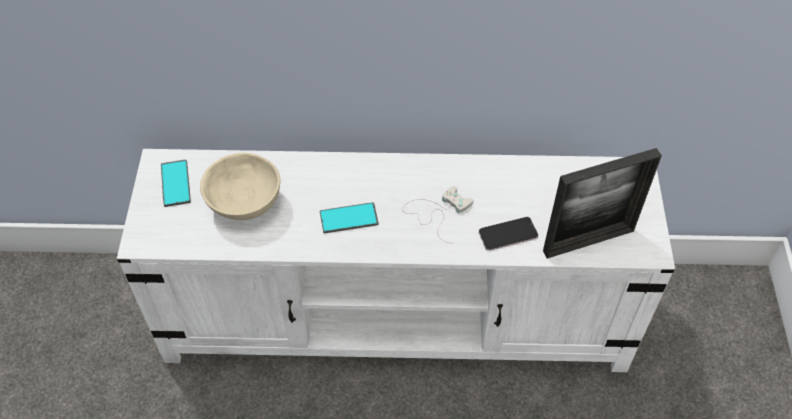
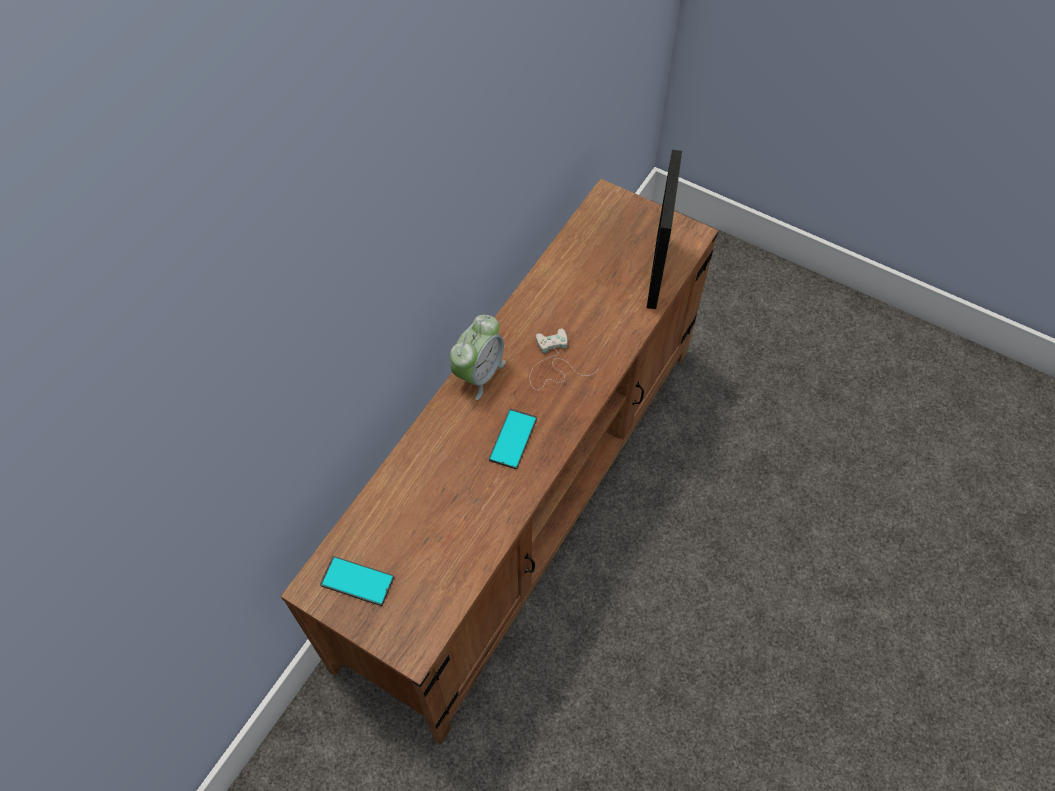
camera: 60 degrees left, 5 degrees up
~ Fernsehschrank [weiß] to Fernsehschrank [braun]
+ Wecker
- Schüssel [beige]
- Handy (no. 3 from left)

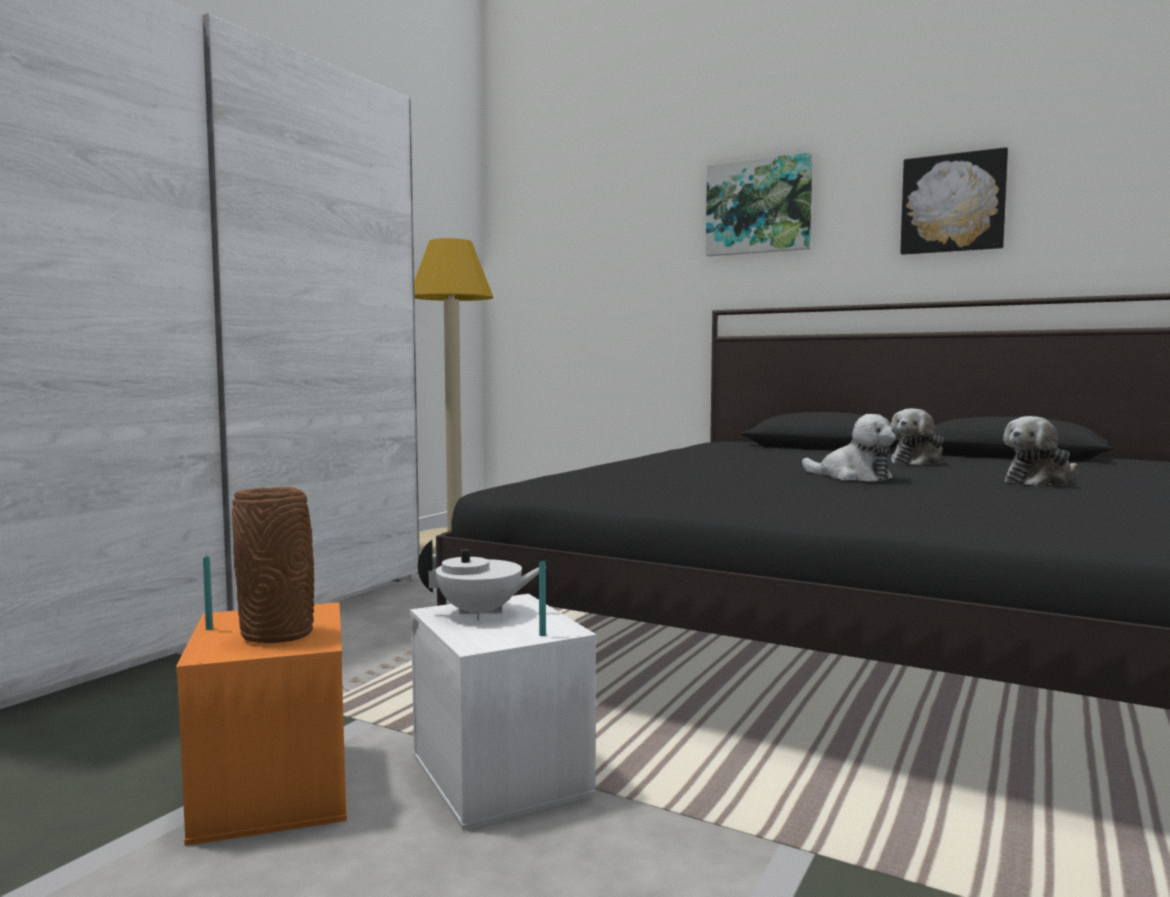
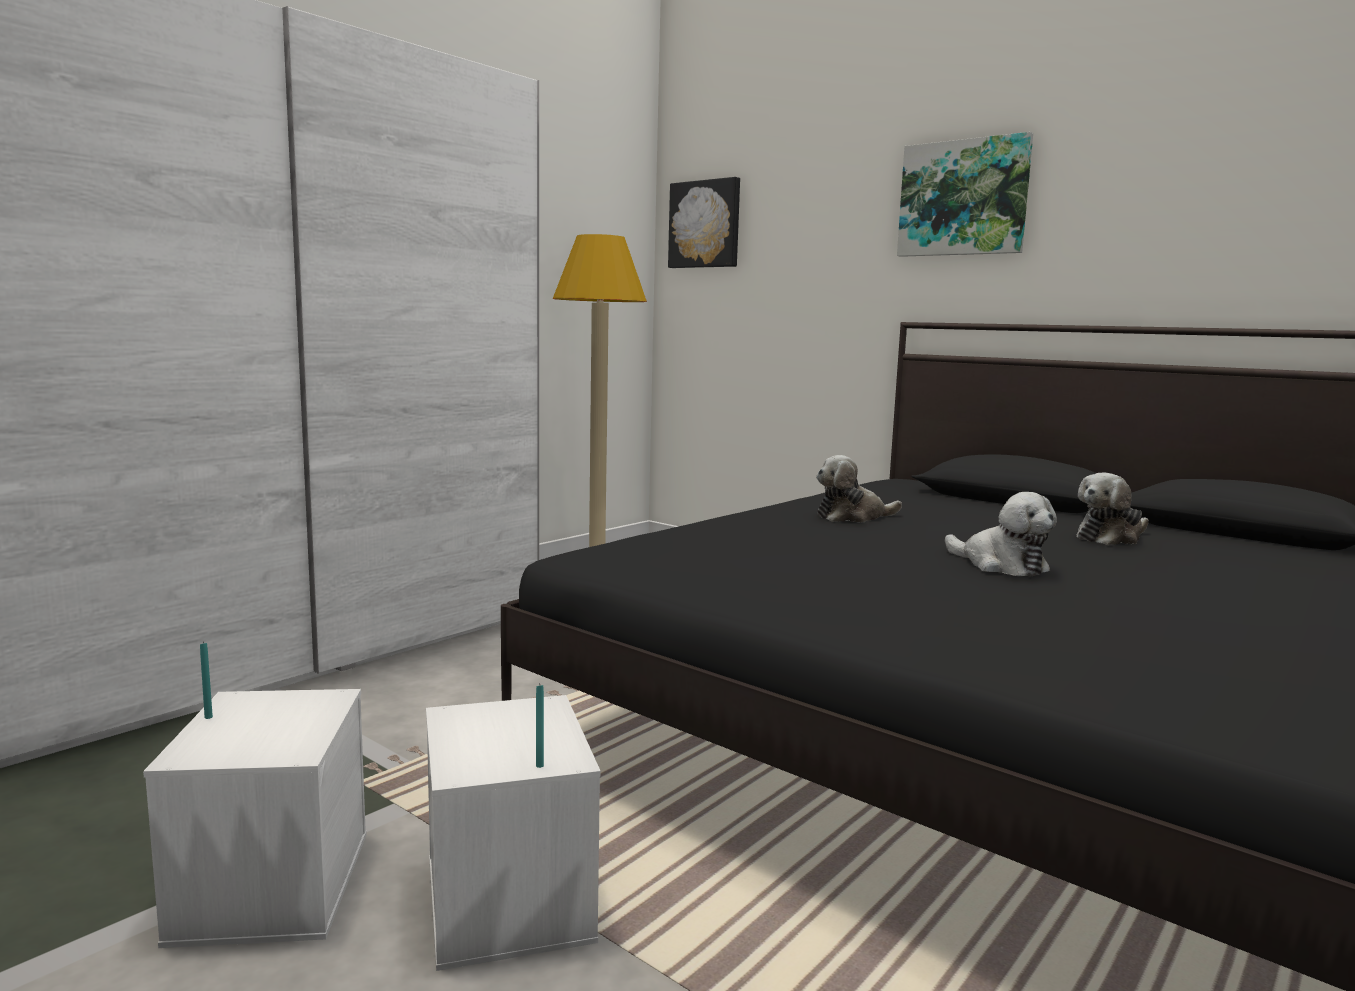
camera: 10 degrees right, 5 degrees up
~ Aufbewahrungsbox [orange] to Aufbewahrungsbox [weiß] (no. 1 from left)
~ Bild (no. 2 from left in the first image) to Bild (no. 1 from left)
~ Plüschtier (no. 3 from left in the first image) to Plüschtier (no. 1 from left)
- Vase [braun]
- Teekanne [weiß]

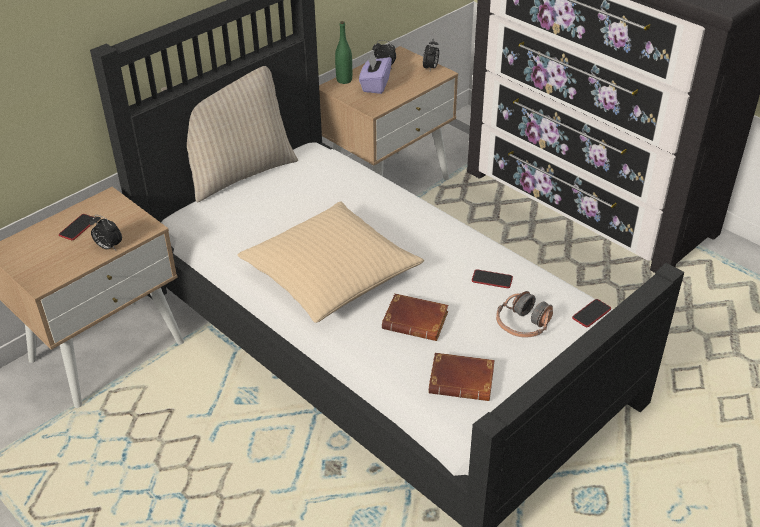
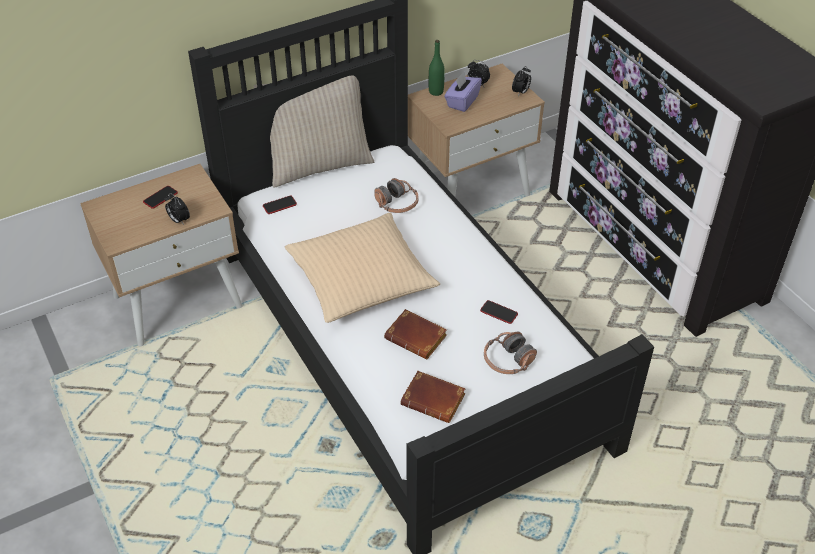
camera: 15 degrees right, 5 degrees up
~ Handy (no. 3 from left in the first image) to Handy (no. 2 from left)
+ Kopfhörer (no. 1 from left)

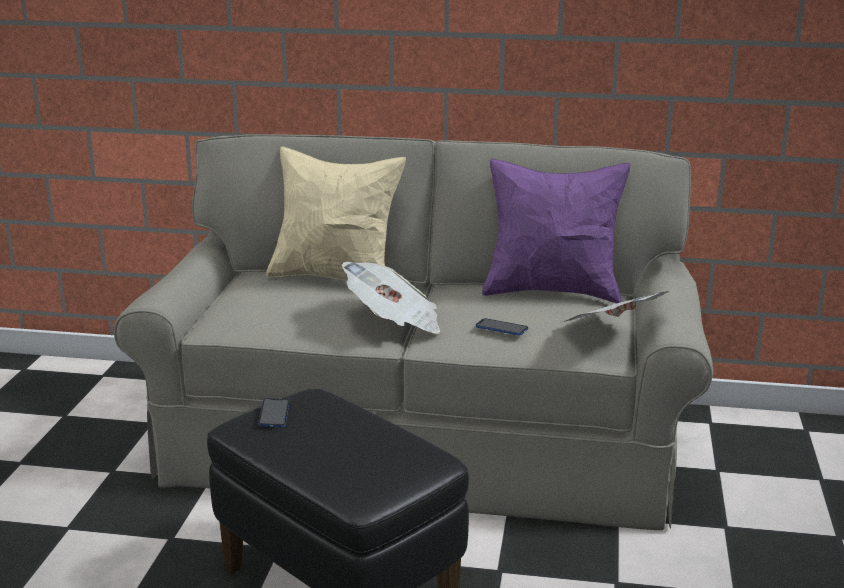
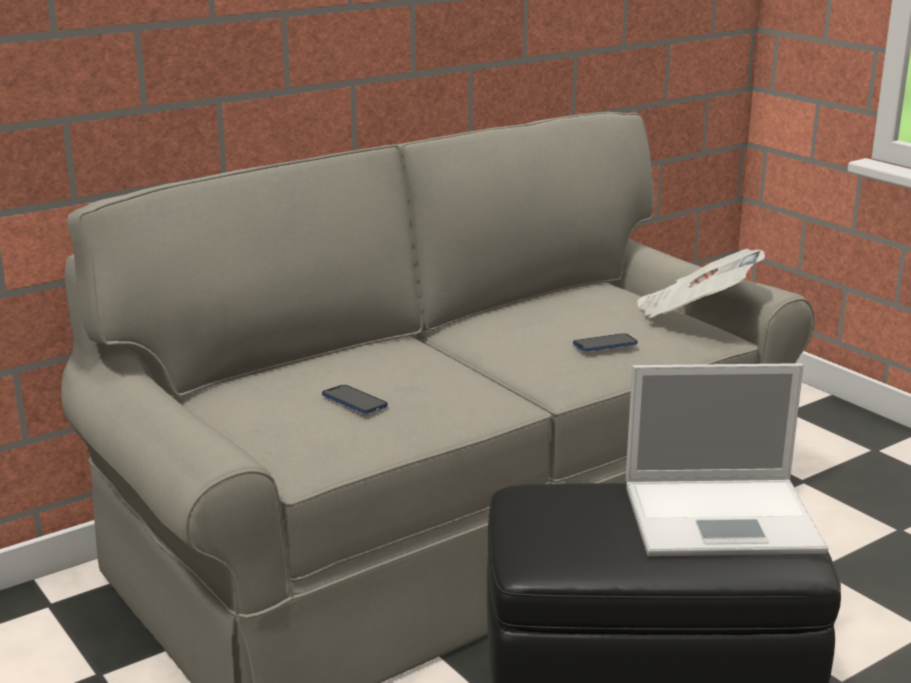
camera: 45 degrees left, 0 degrees up
~ Handy (no. 1 from left)
+ Laptop
- Kissen [beige]
- Zeitung (no. 1 from left)
- Kissen [lila]

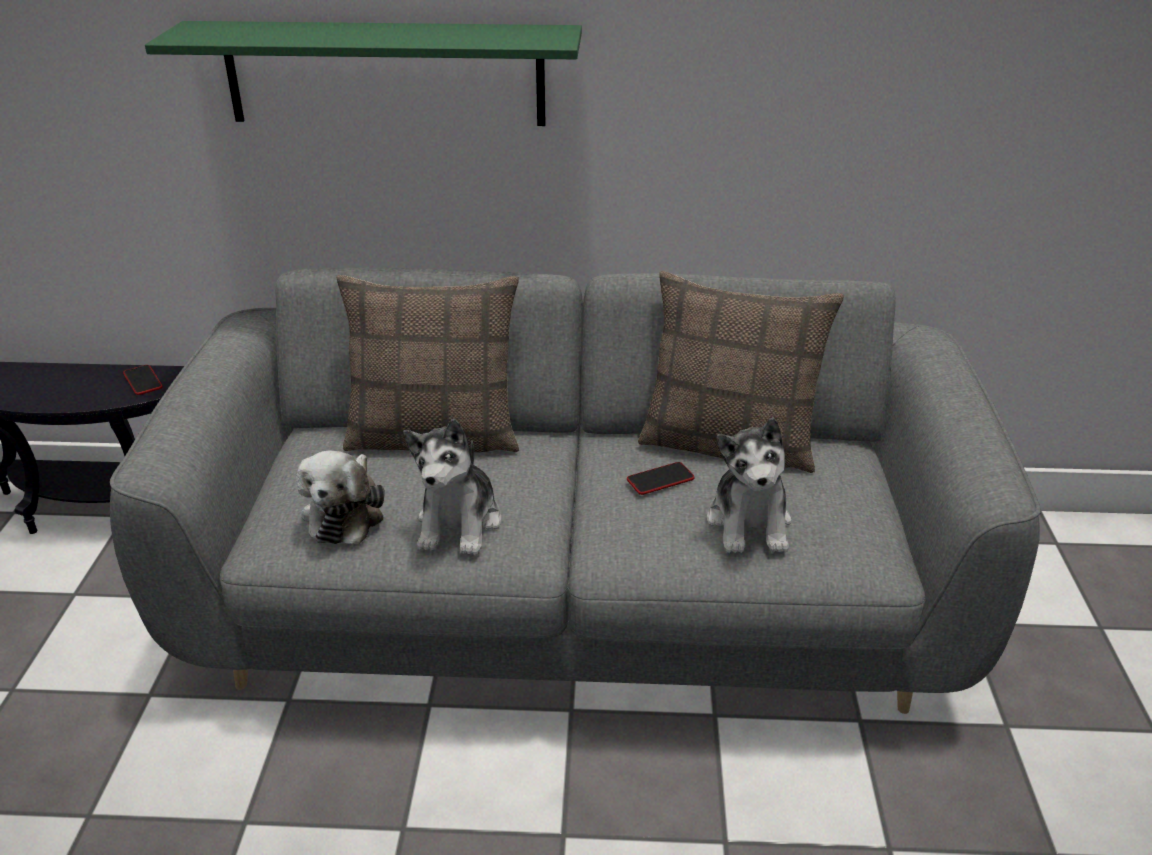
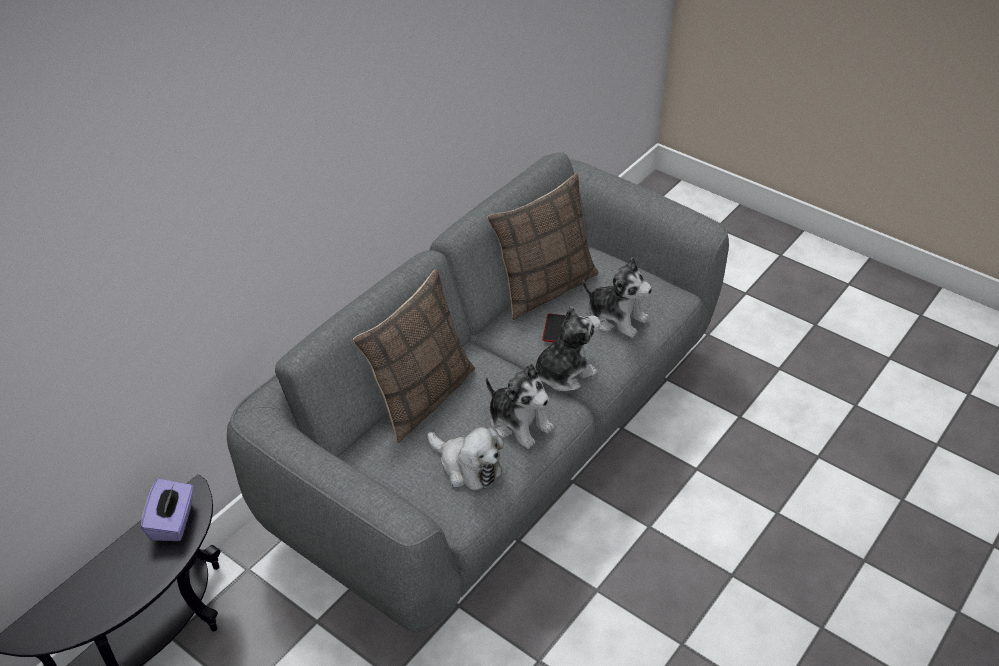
camera: 55 degrees left, 10 degrees up
~ Handy (no. 1 from left) to Taschentuchbox [lila]
+ Plüschtier (no. 3 from left)
- Wandregal [grün]

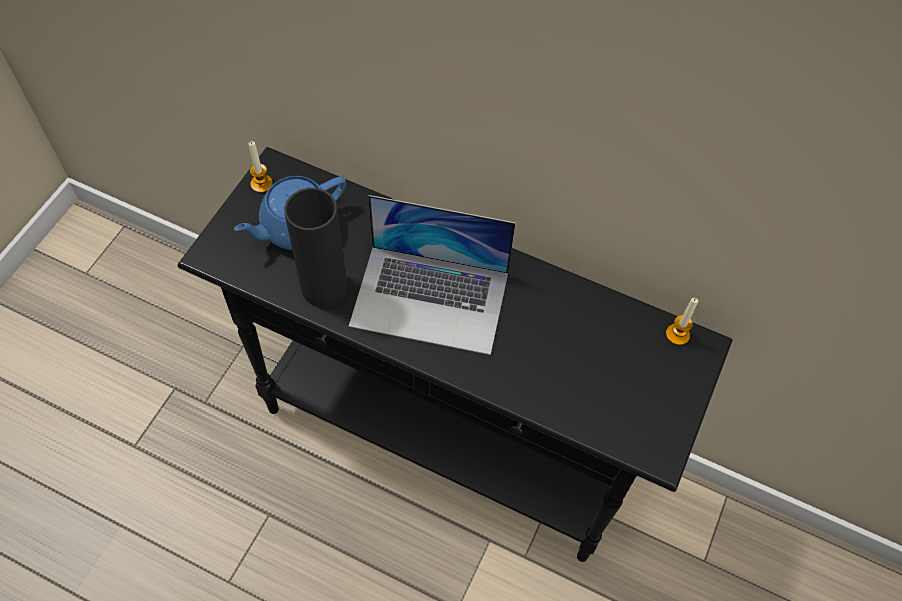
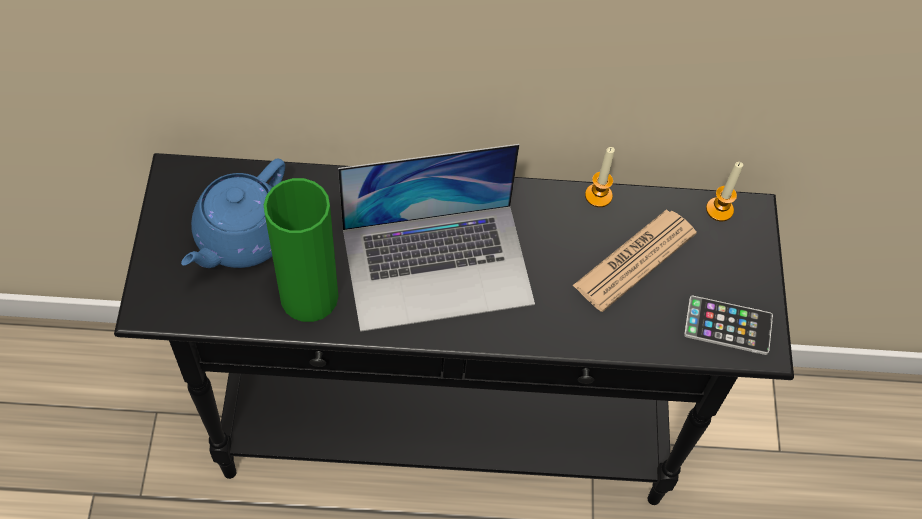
camera: 25 degrees left, 0 degrees up
~ Vase [schwarz] to Vase [grün]
+ Zeitung
~ Kerze (no. 1 from left)
+ Handy

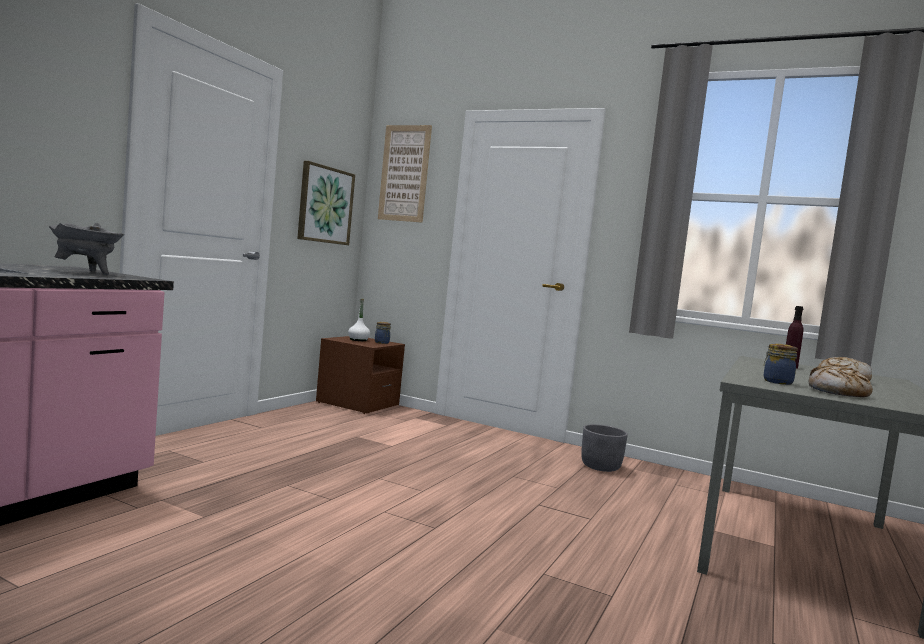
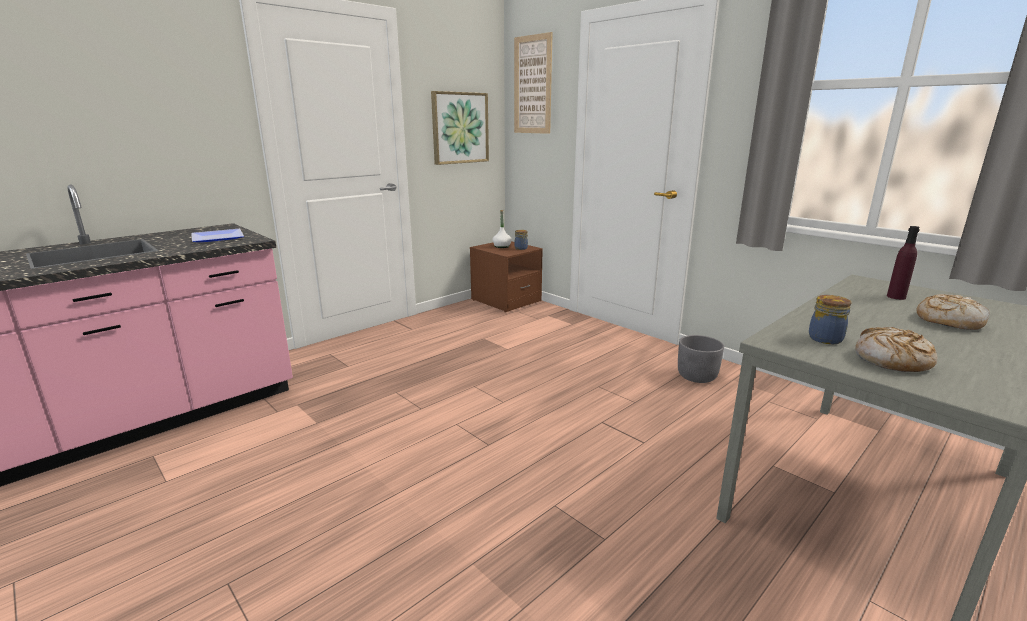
camera: 20 degrees right, 15 degrees up
~ Kochtopf [grau] to Teller

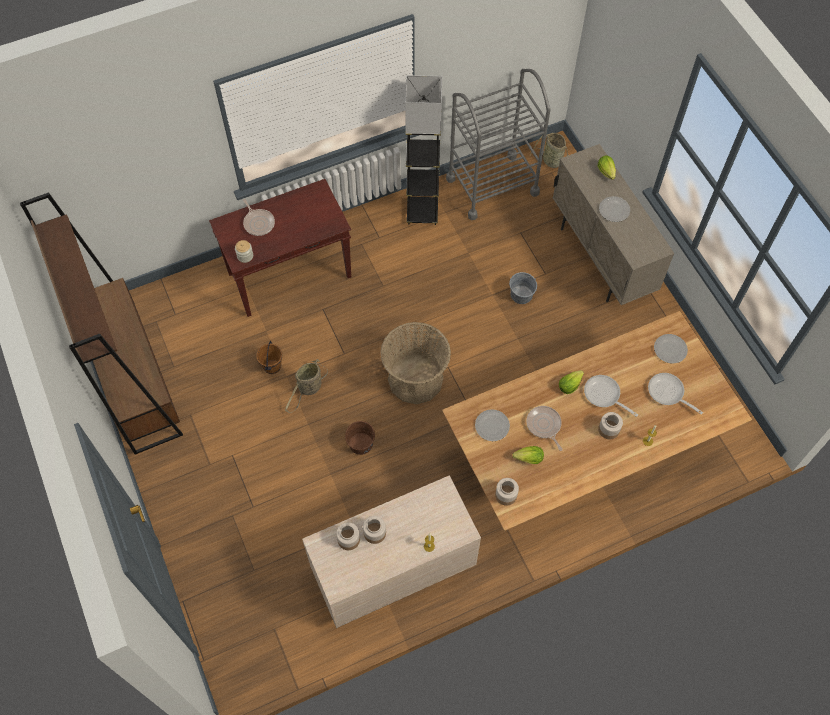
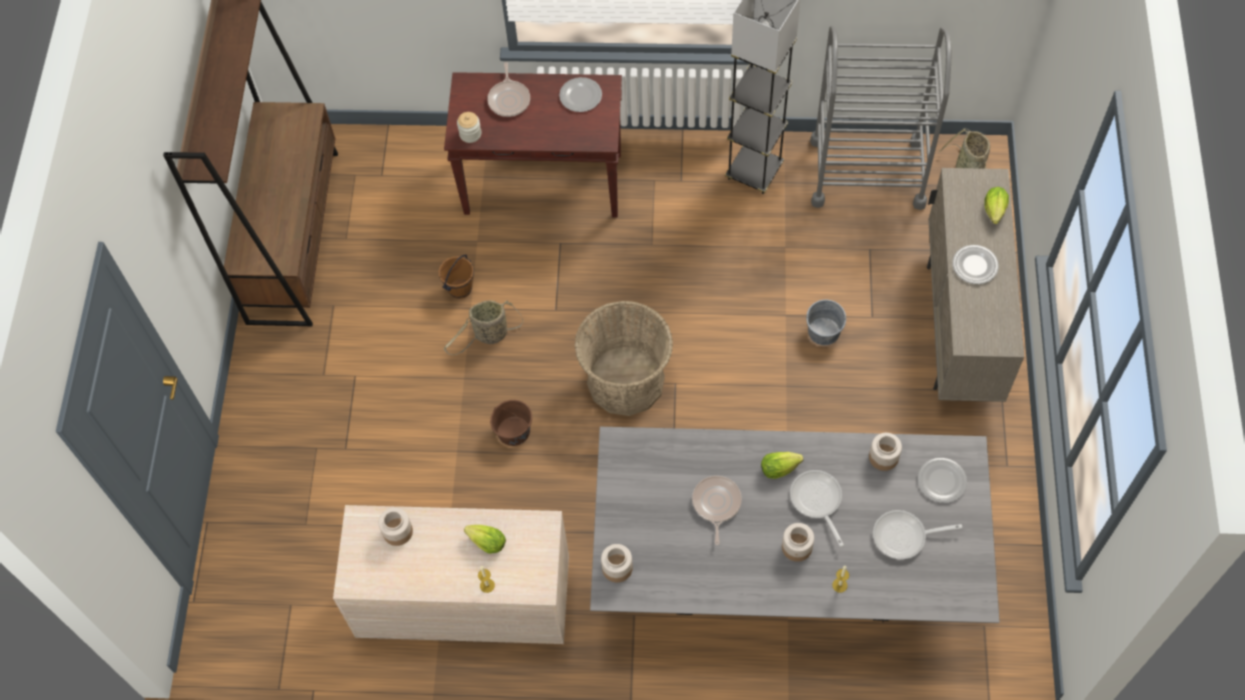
camera: 30 degrees right, 0 degrees up
~ Salatkopf (no. 1 from left)
~ Teller (no. 1 from left)
~ Esstisch [braun] to Esstisch [grau]
~ Vorratsglas (no. 3 from left in the first image) to Vorratsglas (no. 5 from left)
~ Pfanne (no. 4 from left) 75 degrees counterclockwise

